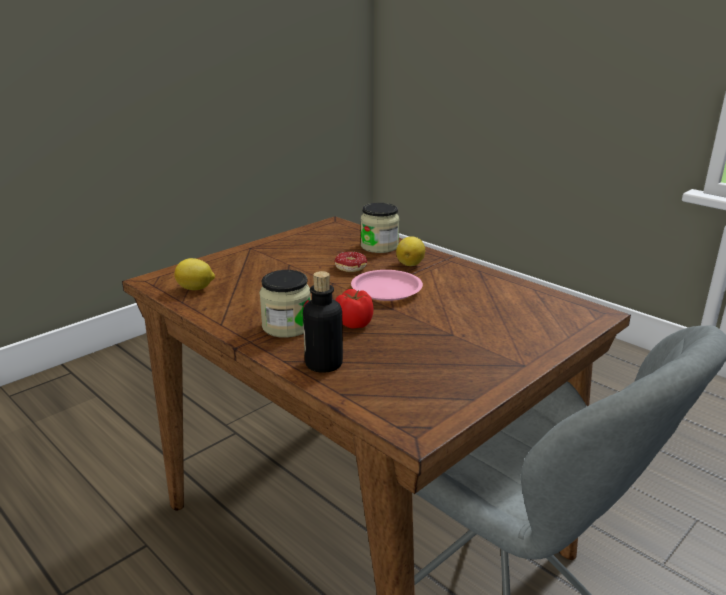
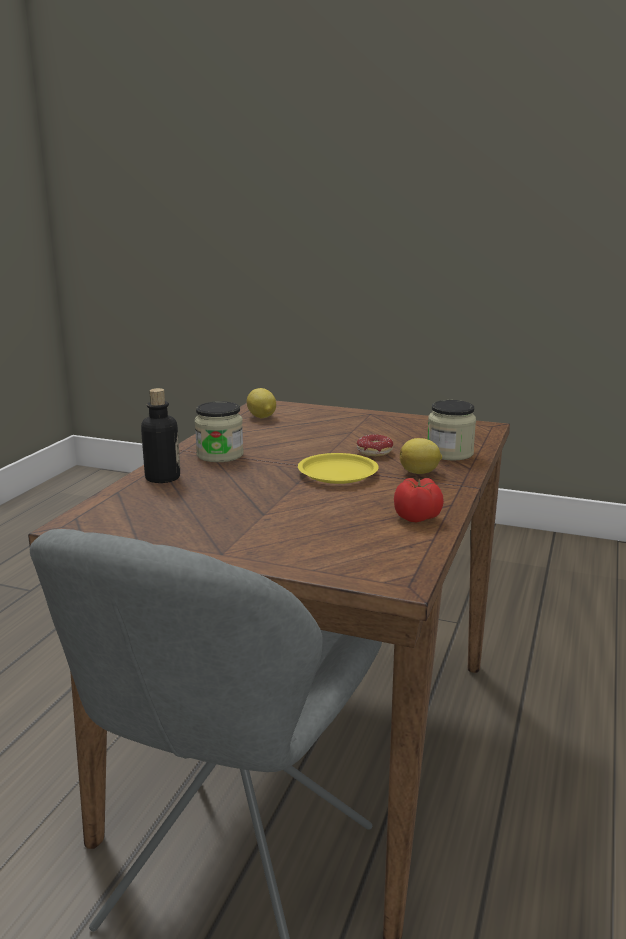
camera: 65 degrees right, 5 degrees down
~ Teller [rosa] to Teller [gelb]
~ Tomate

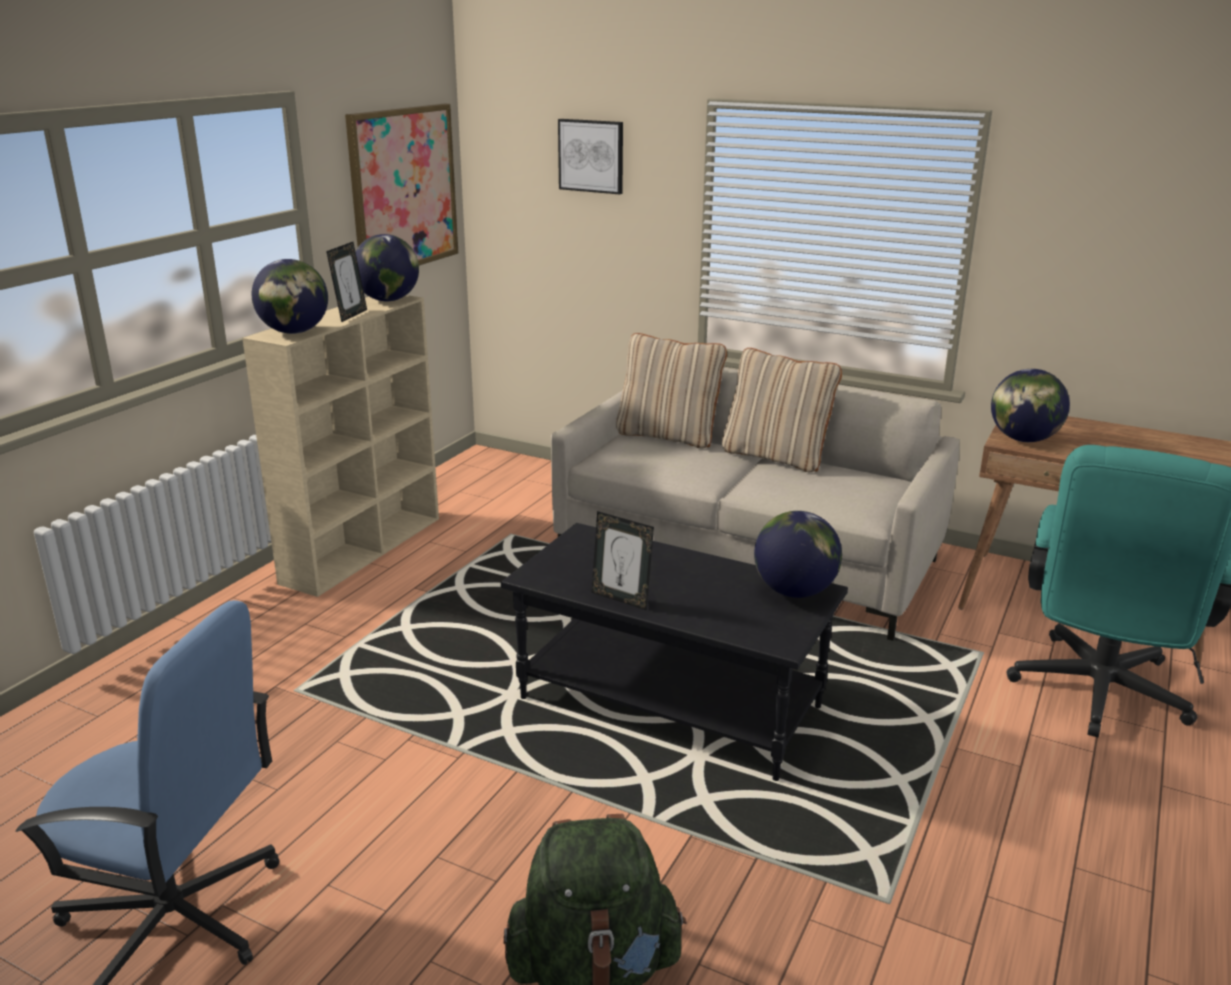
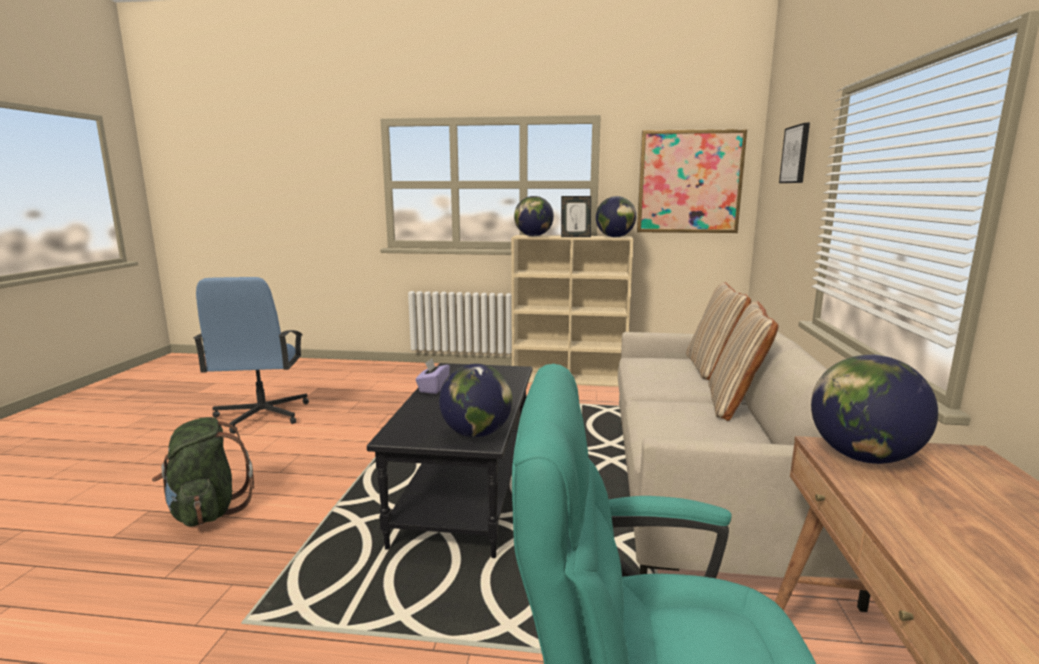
camera: 70 degrees right, 10 degrees down
~ Bilderrahmen (no. 2 from left) to Taschentuchbox [lila]

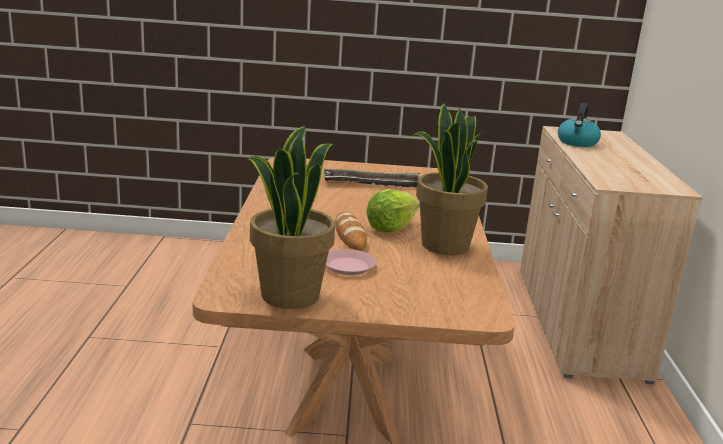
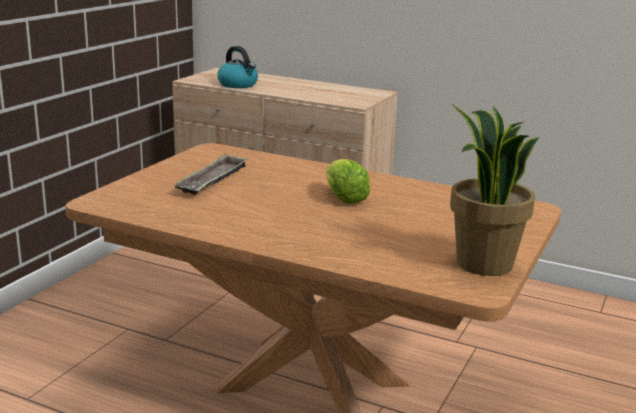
camera: 65 degrees left, 0 degrees up
- Teller [rosa]
- Brot
- Topfpflanze (no. 2 from left)

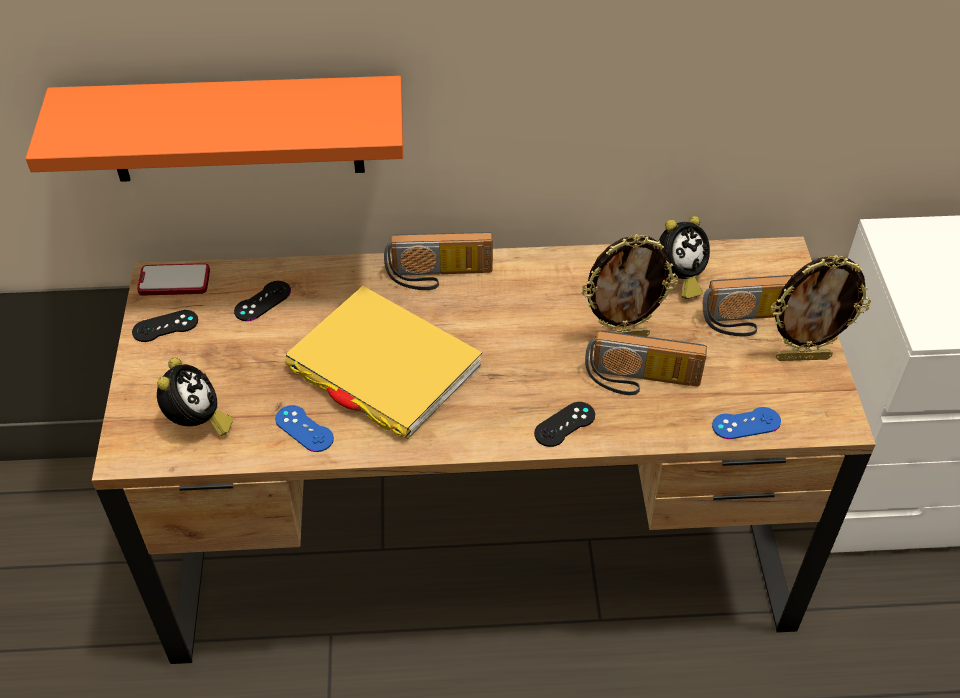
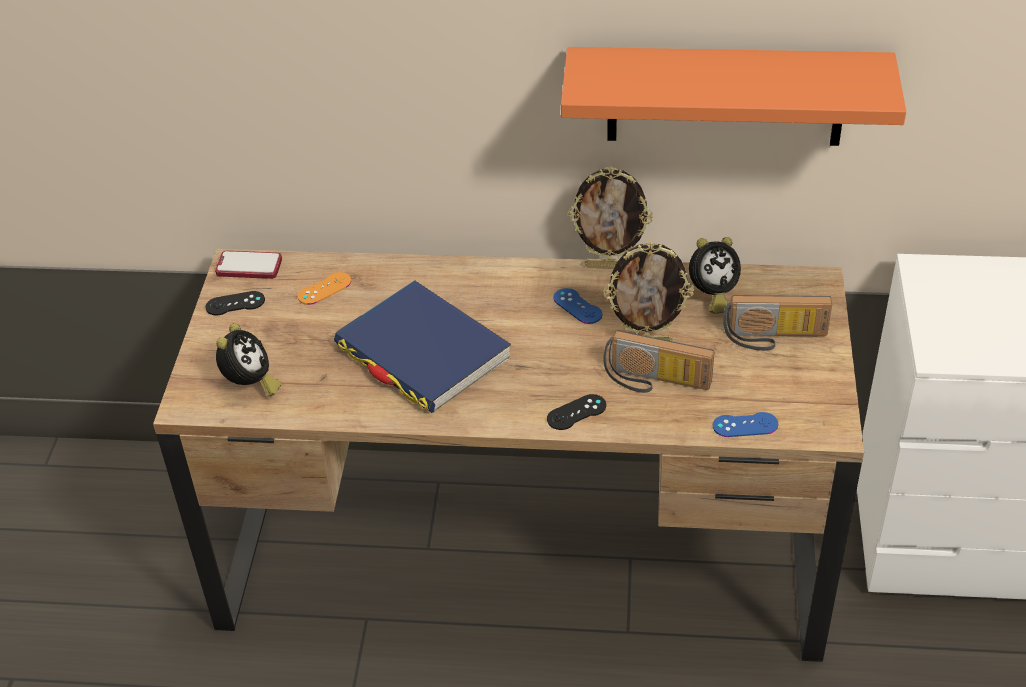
camera: 10 degrees right, 5 degrees down
~ Gamepad [schwarz] (no. 2 from left) to Gamepad [orange]
~ Buch [gelb] to Buch [blau]
~ Gamepad [blau] (no. 1 from left)
~ Wandregal [orange]
~ Bilderrahmen (no. 2 from left in the first image) to Bilderrahmen (no. 1 from left)
- Radio (no. 1 from left)

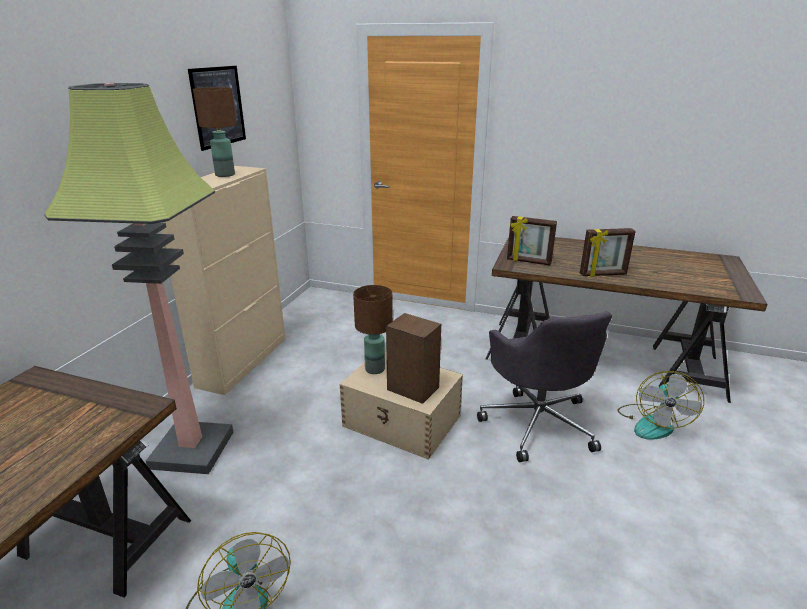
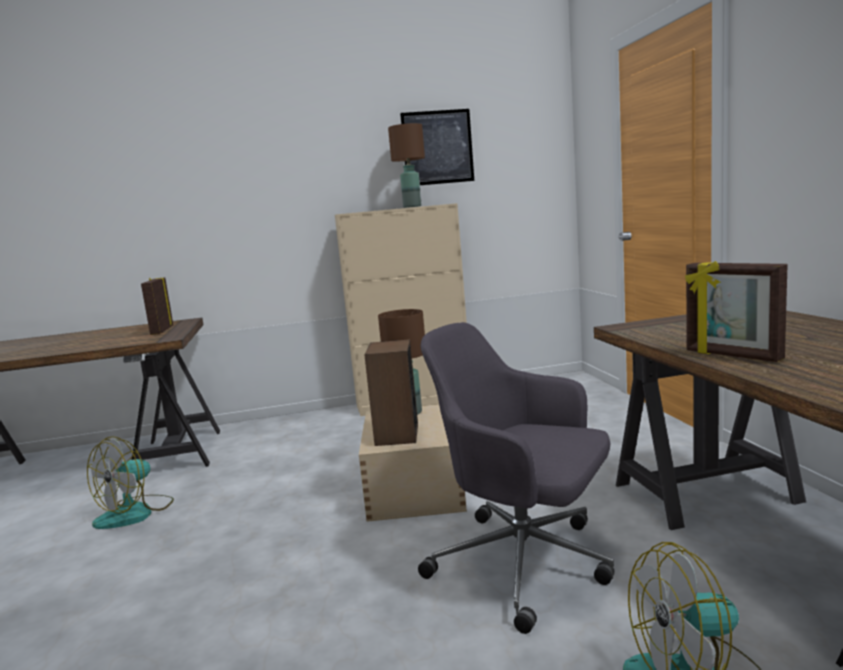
camera: 60 degrees right, 15 degrees down
~ Bilderrahmen (no. 1 from left)
~ Bürostuhl [grau] 75 degrees clockwise
- Stehlampe

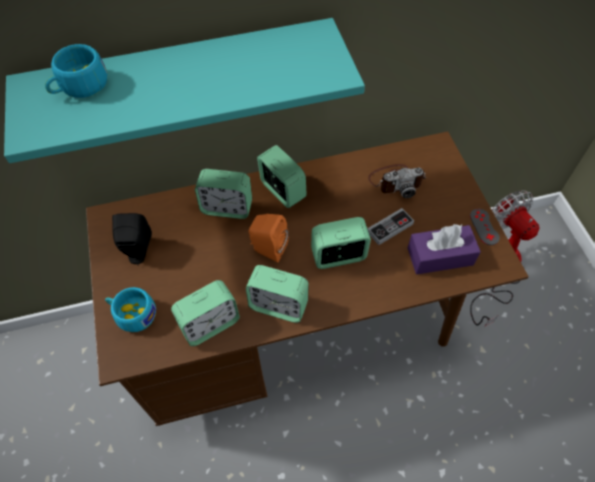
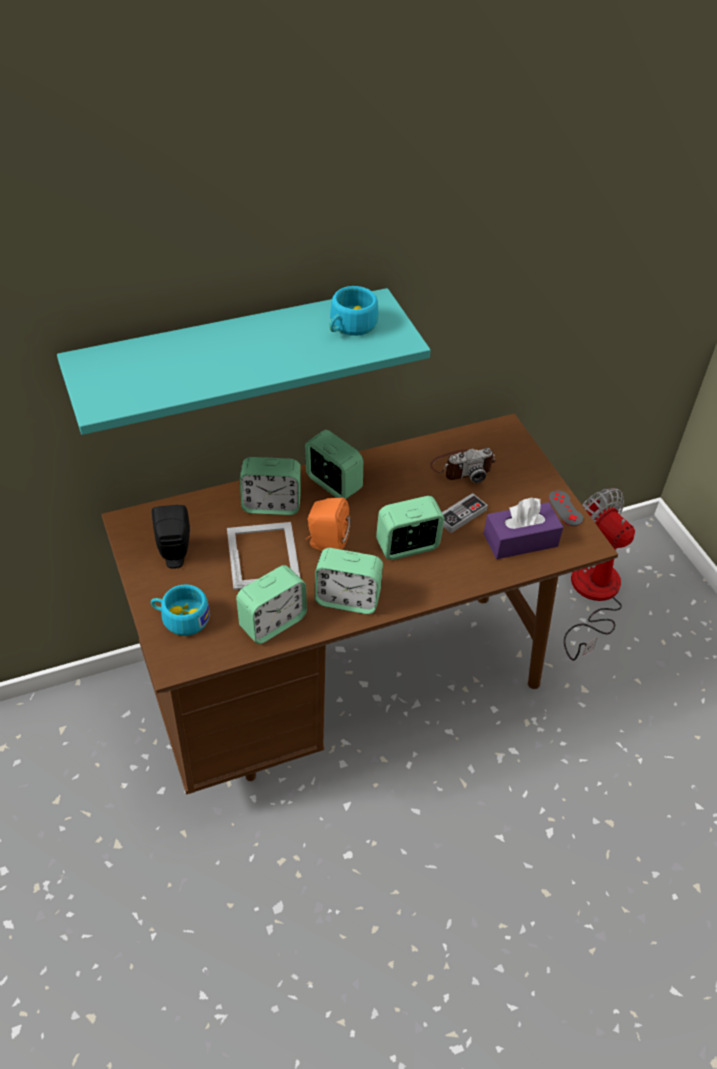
camera: 10 degrees left, 10 degrees down
+ Bilderrahmen
~ Tasse [türkis] (no. 1 from left in the first image) to Tasse [türkis] (no. 2 from left)

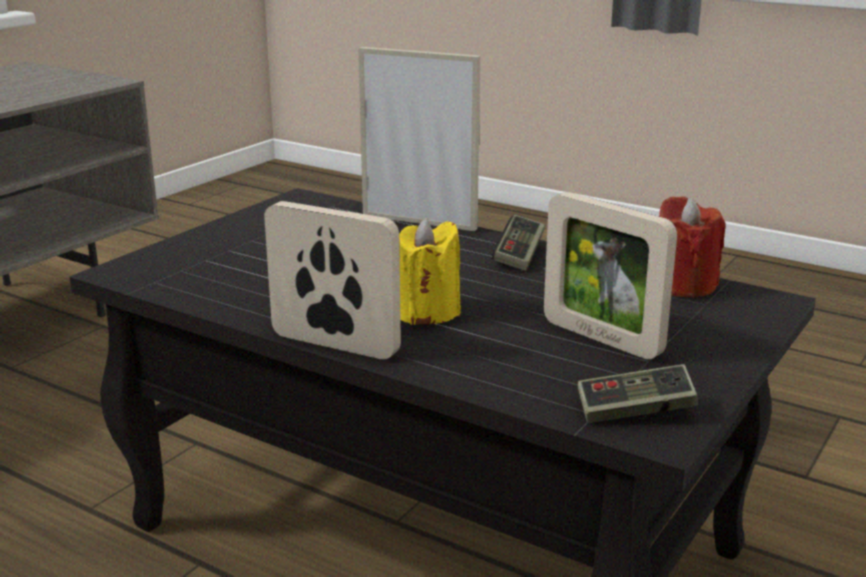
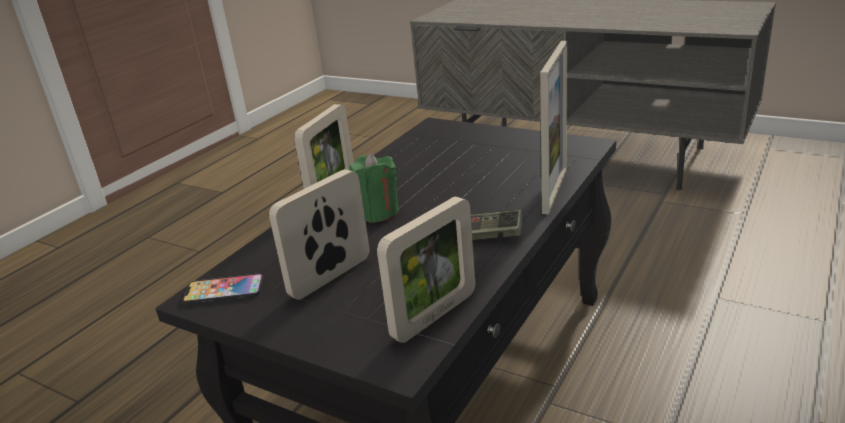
camera: 90 degrees right, 5 degrees up
~ Gamepad (no. 2 from left) to Handy
~ Kerze [gelb] to Kerze [grün]
~ Kerze [rot] to Bilderrahmen (no. 3 from left)

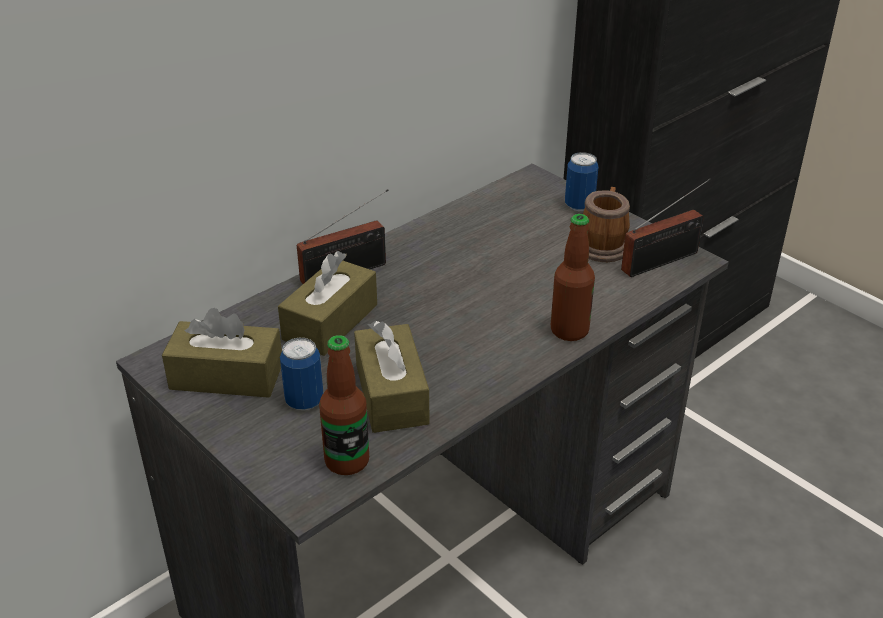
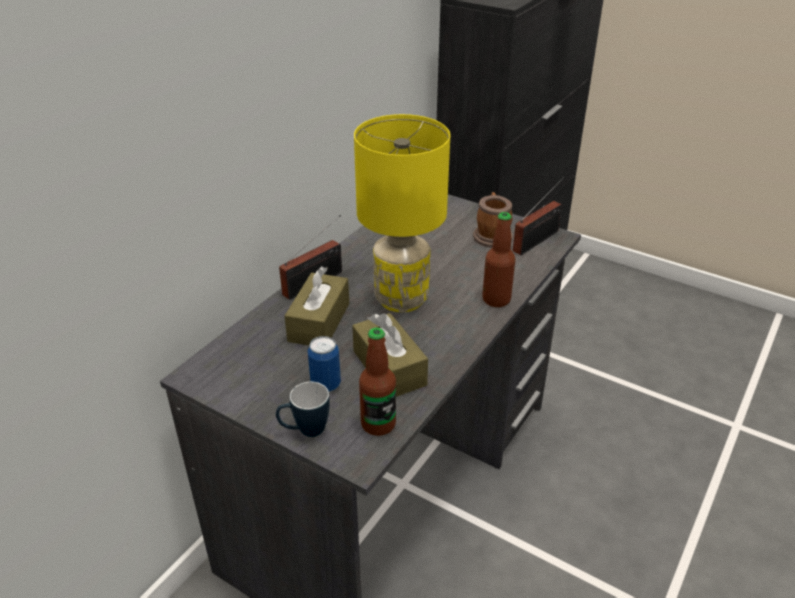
camera: 15 degrees left, 0 degrees up
+ Henkelbecher (no. 1 from left)
+ Tischlampe [gelb]
- Taschentuchbox [braun] (no. 1 from left)
- Dose (no. 2 from left)

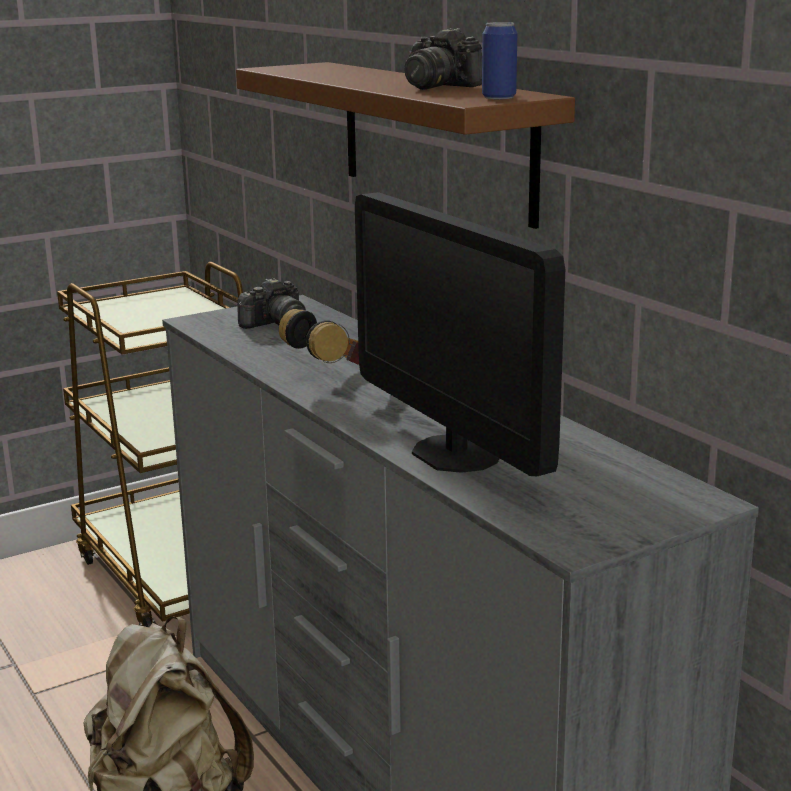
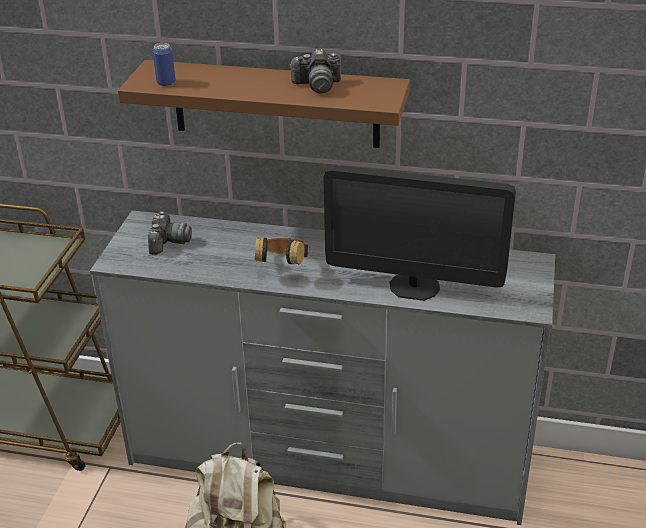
camera: 45 degrees left, 15 degrees up
~ Dose

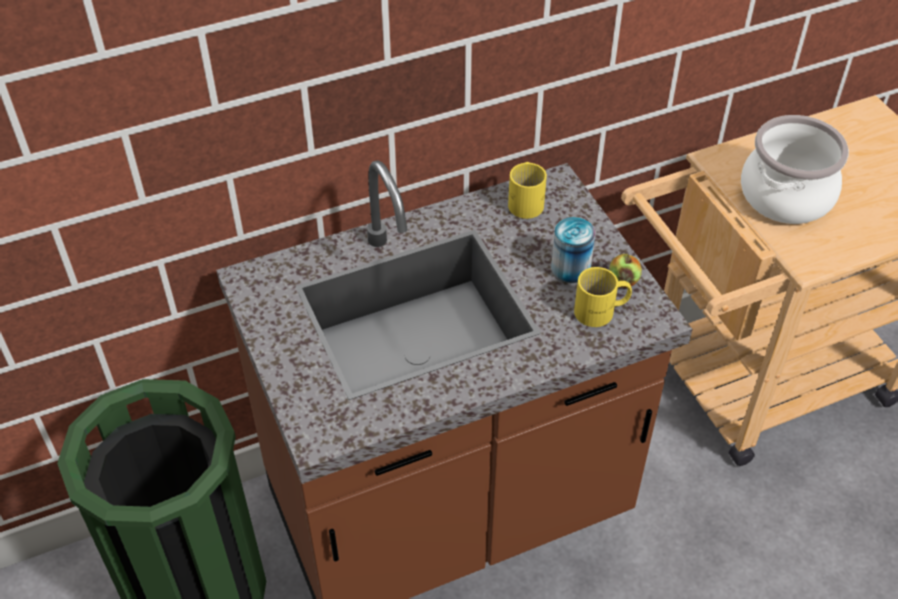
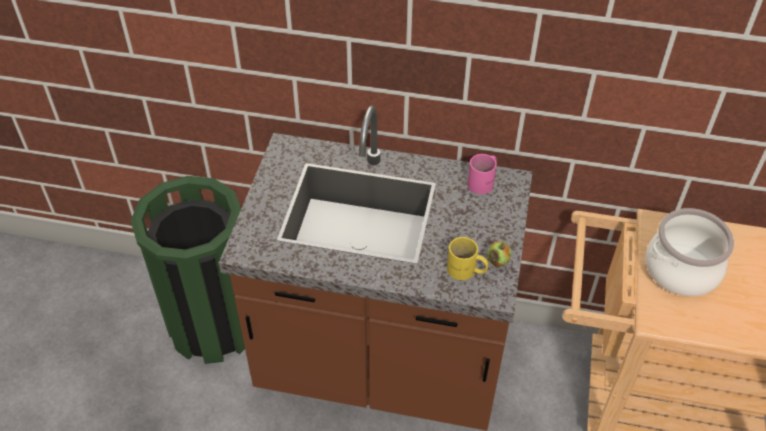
camera: 35 degrees right, 0 degrees up
~ Henkelbecher [gelb] (no. 1 from left) to Henkelbecher [rosa]
- Dose

